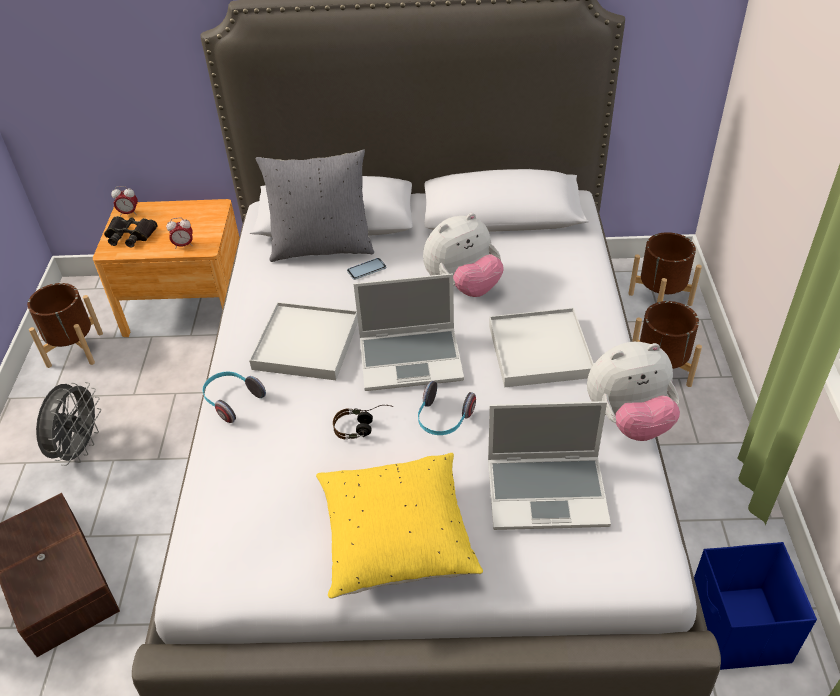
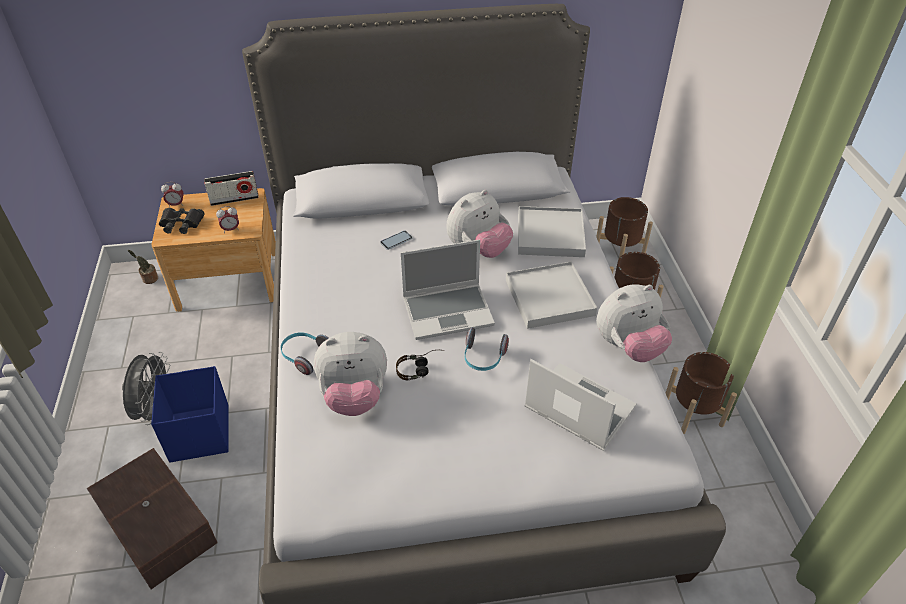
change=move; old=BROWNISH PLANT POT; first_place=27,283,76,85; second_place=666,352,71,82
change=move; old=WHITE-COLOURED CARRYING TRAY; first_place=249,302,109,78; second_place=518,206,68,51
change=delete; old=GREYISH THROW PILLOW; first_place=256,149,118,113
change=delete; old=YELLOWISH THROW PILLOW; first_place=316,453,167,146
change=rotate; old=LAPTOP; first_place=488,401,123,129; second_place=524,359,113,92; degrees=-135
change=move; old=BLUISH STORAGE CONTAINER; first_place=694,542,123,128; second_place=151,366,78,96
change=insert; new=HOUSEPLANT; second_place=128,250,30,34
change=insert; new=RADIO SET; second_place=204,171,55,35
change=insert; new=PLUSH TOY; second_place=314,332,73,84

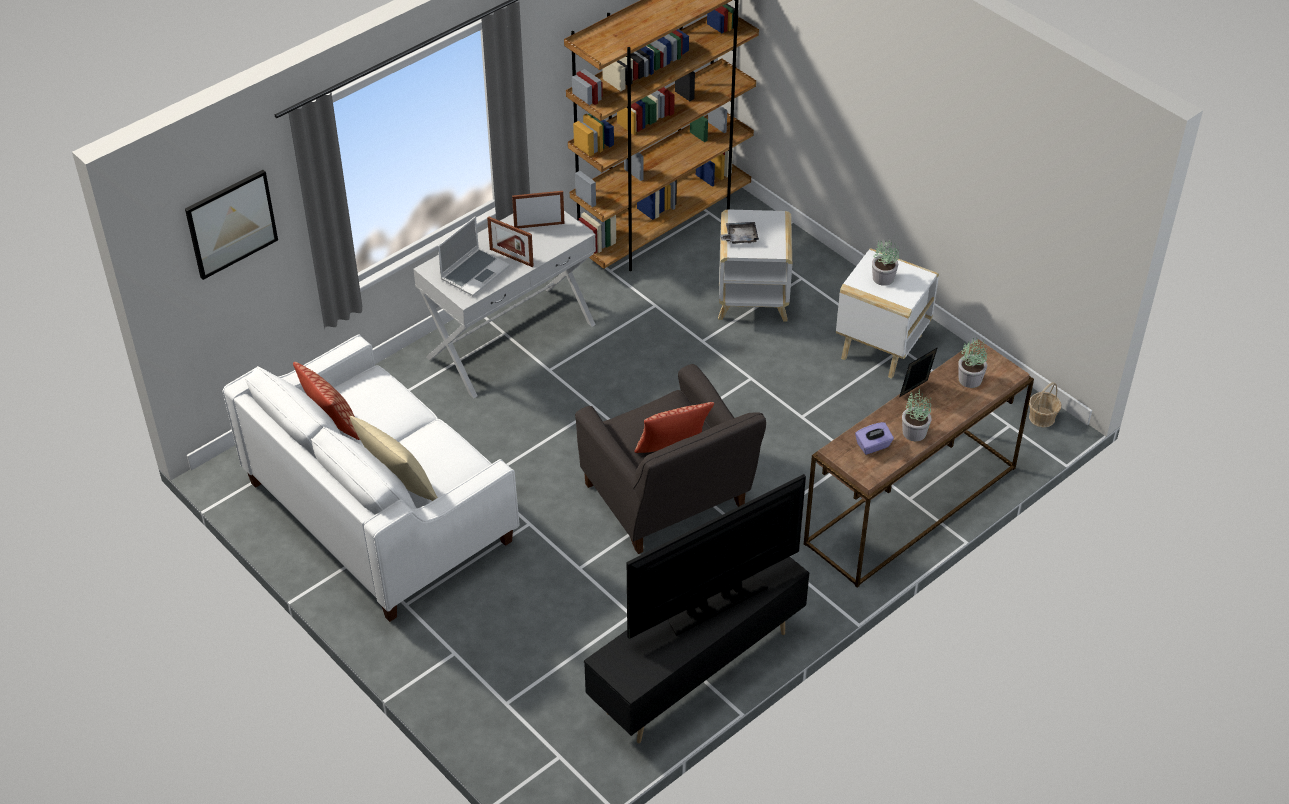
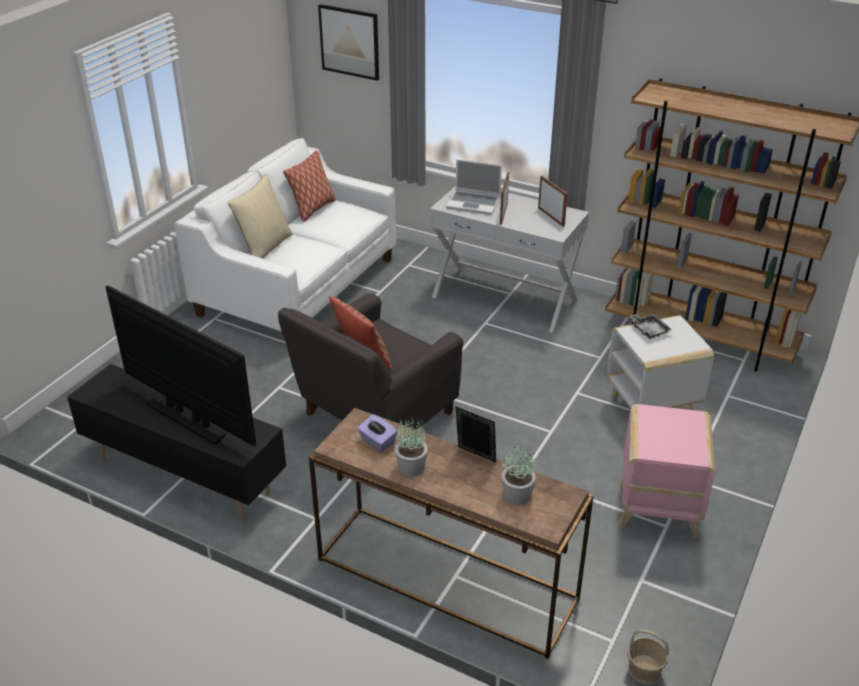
change=recolor; old=WHITE-COLOURED SIDE TABLE; new=PINKISH SIDE TABLE; first_place=836,248,103,131; second_place=618,404,97,134
change=delete; old=HOUSEPLANT; first_place=872,239,27,47

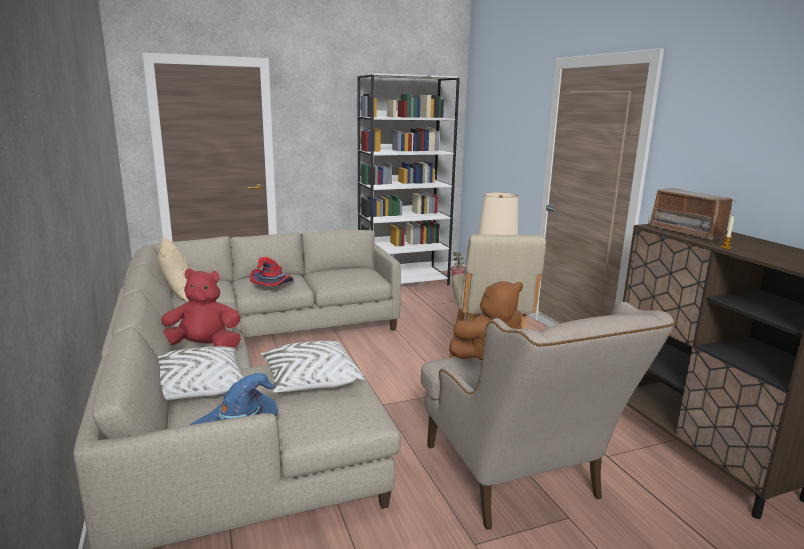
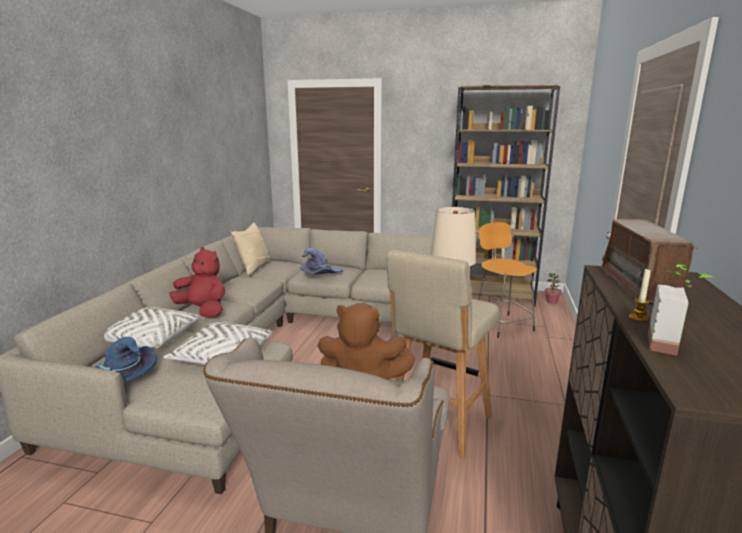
change=recolor; old=RED CLOTHING HAT; new=PURPLISH CLOTHING HAT; first_place=250,257,43,29; second_place=301,248,42,26
change=recolor; old=WHITE-COLOURED BOOKSHELF; new=BROWNISH BOOKSHELF; first_place=357,73,103,212; second_place=452,84,108,223
change=insert; new=ORANGE-COLOURED SITTING STOOL; second_place=478,222,59,116
change=insert; new=HOUSEPLANT; second_place=648,264,66,92

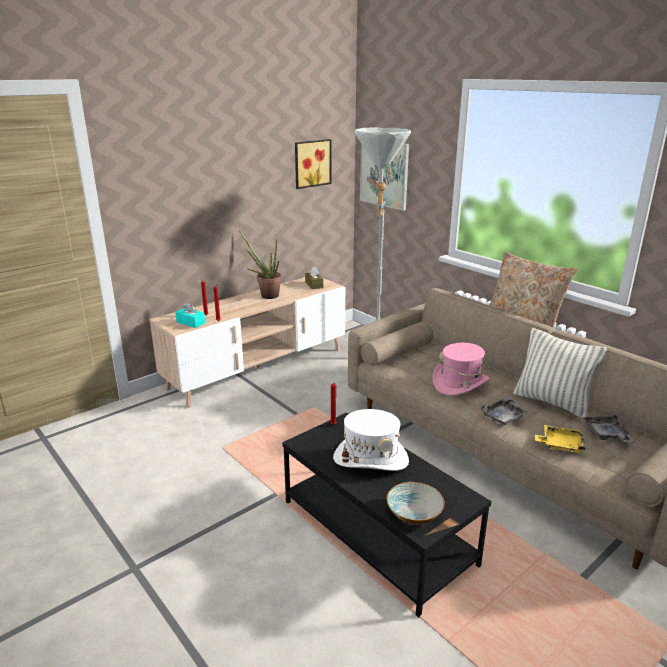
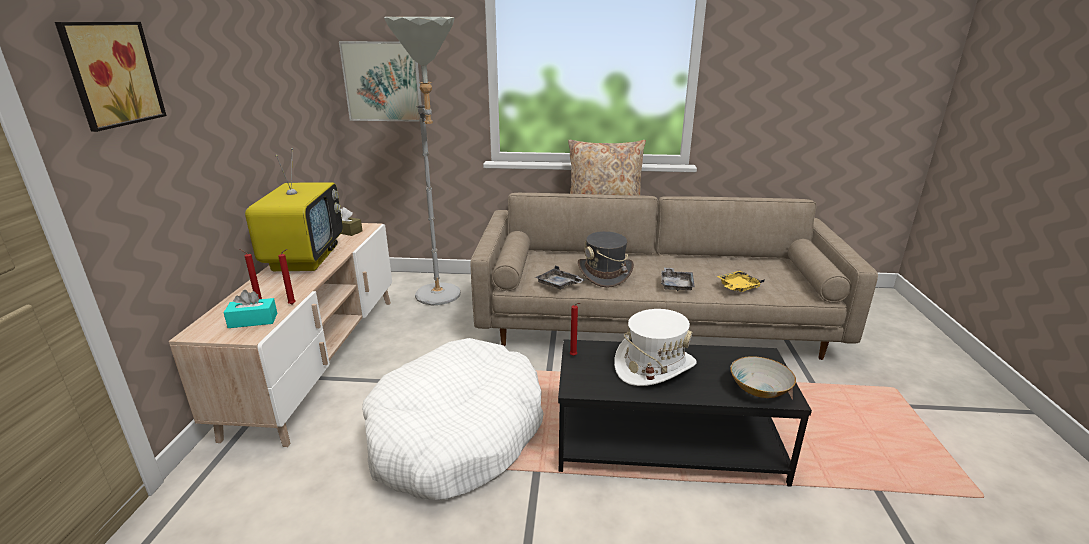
change=replace; old=HOUSEPLANT; new=TV SET; first_place=239,231,43,68; second_place=245,148,98,123
change=move; old=WALL ART; first_place=295,139,36,50; second_place=55,22,112,110
change=recolor; old=PINKISH CLOTHING HAT; new=GREYISH CLOTHING HAT; first_place=433,343,57,52; second_place=578,231,56,57
change=delete; old=THROW PILLOW; first_place=513,328,94,91
change=move; old=GREYISH CARRYING TRAY; first_place=583,414,51,28; second_place=535,266,49,24
change=insert; new=WHITE-COLOURED DOG CUSHION; second_place=362,338,181,163

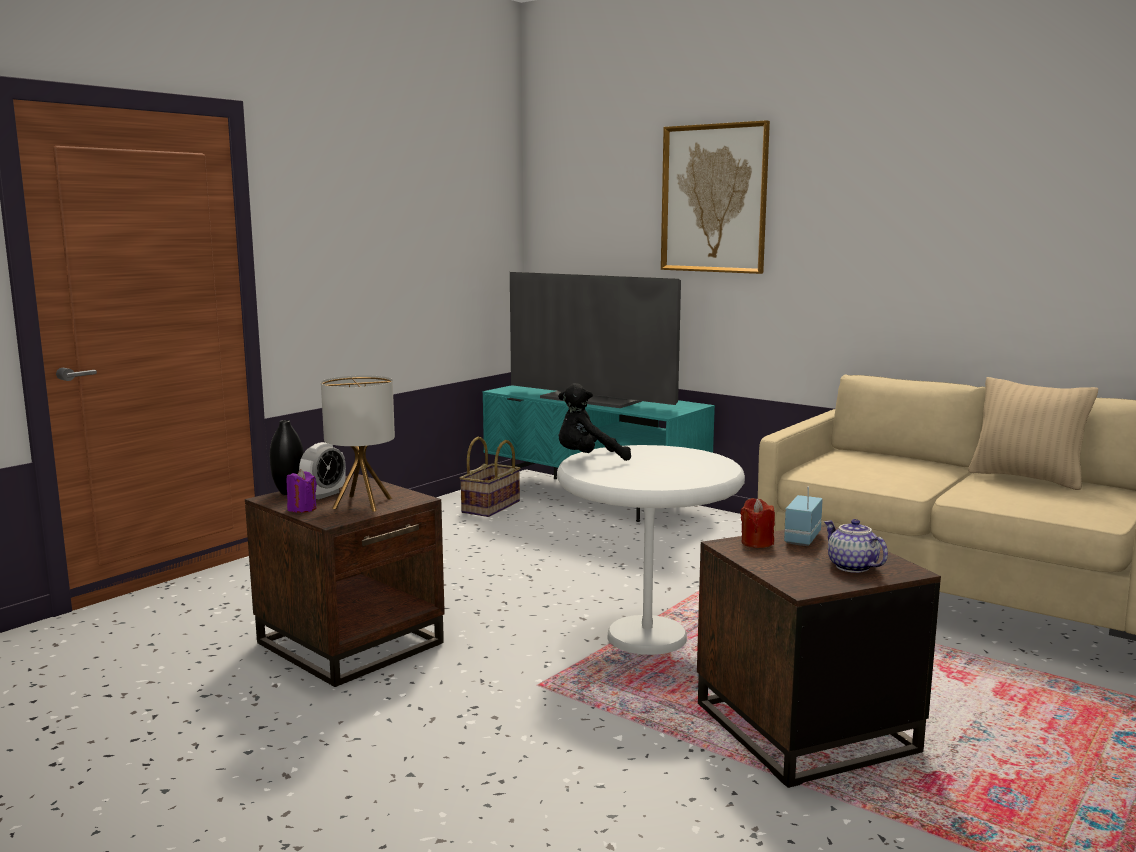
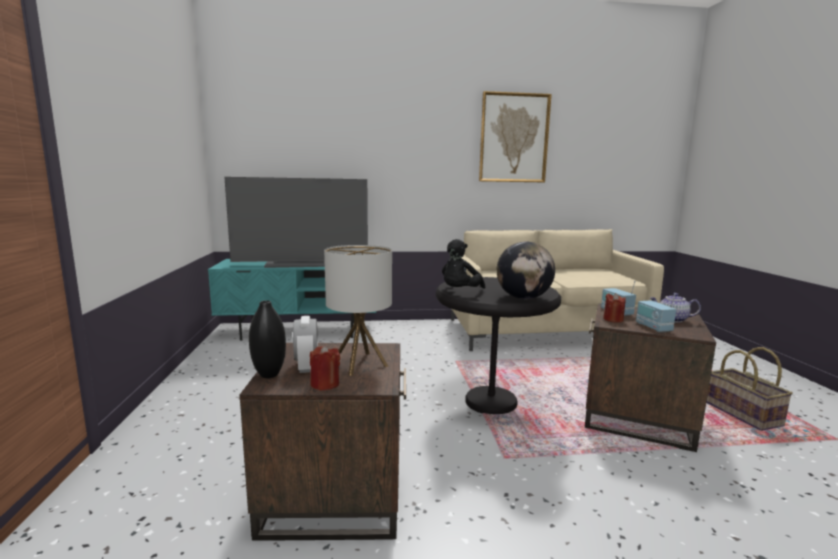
change=recolor; old=PURPLISH WAX CANDLE; new=RED WAX CANDLE; first_place=287,469,30,44; second_place=310,345,30,46
change=move; old=HOUSEHOLD BASKET; first_place=460,437,60,80; second_place=706,347,87,84
change=recolor; old=WHITE-COLOURED SIDE TABLE; new=BLACK-COLOURED SIDE TABLE; first_place=557,445,188,210; second_place=436,277,125,137
change=move; old=WALL ART; first_place=661,120,109,154; second_place=479,91,73,91
change=delete; old=BEIGE THROW PILLOW; first_place=968,377,130,113
change=insert; new=WORLD GLOBE; second_place=496,242,59,57
change=insert; new=RADIO SET; second_place=636,293,40,40

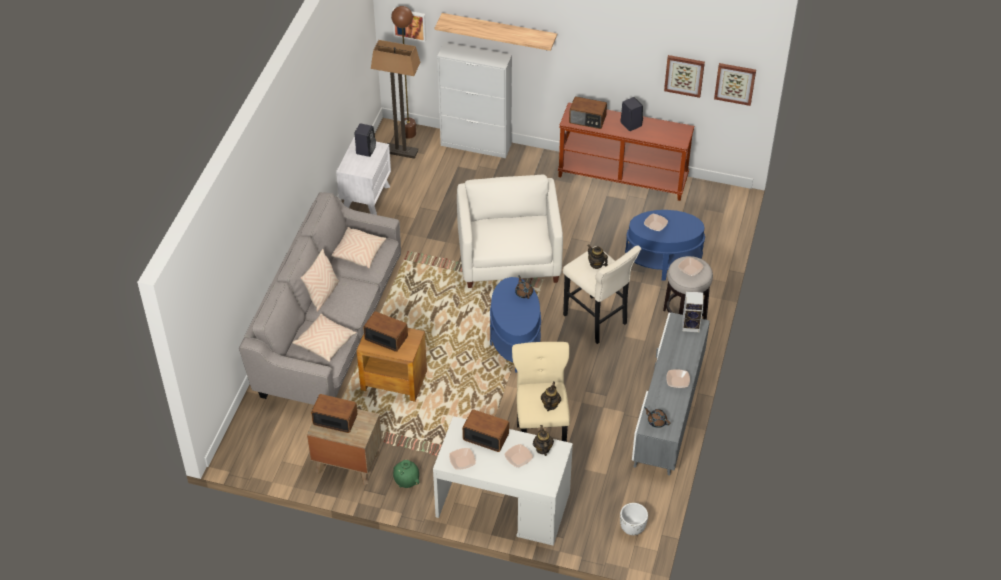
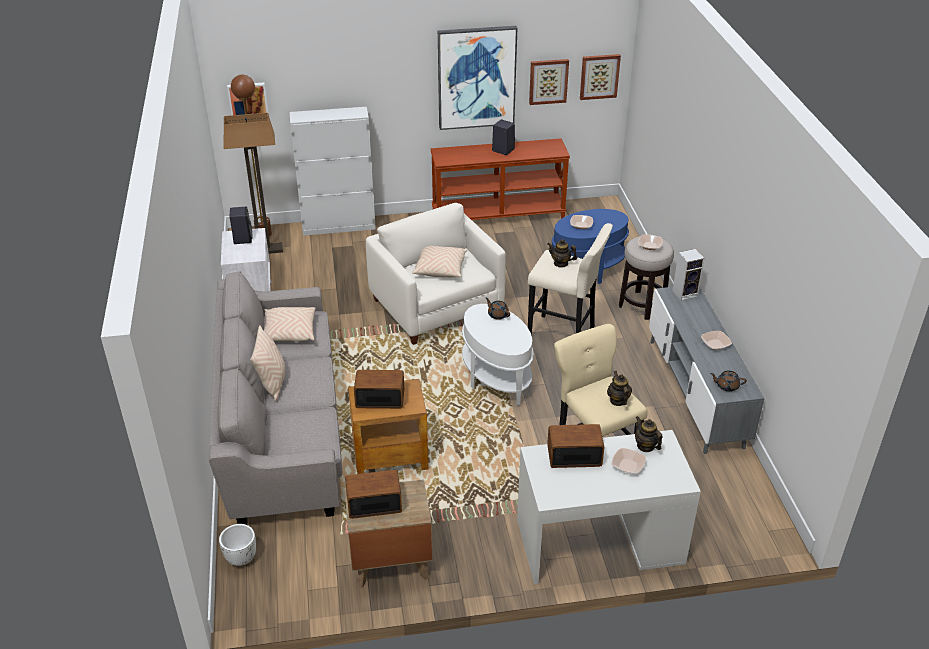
change=move; old=BEIGE THROW PILLOW; first_place=292,313,64,49; second_place=412,246,56,31
change=delete; old=GREEN FLOWER VASE; first_place=393,460,27,28
change=delete; old=SHELF; first_place=435,13,122,38
change=delete; old=BOWL; first_place=449,448,27,22
change=recolor; old=BLUISH SIDE TABLE; new=WHITE-COLOURED SIDE TABLE; first_place=490,277,51,96; second_place=462,304,72,102
change=delete; old=RADIO SET; first_place=569,97,38,32
change=move; old=WHITE-COLOURED PLANT POT; first_place=620,503,28,32; second_place=219,524,37,42
change=insert; new=WALL ART; second_place=438,26,79,104

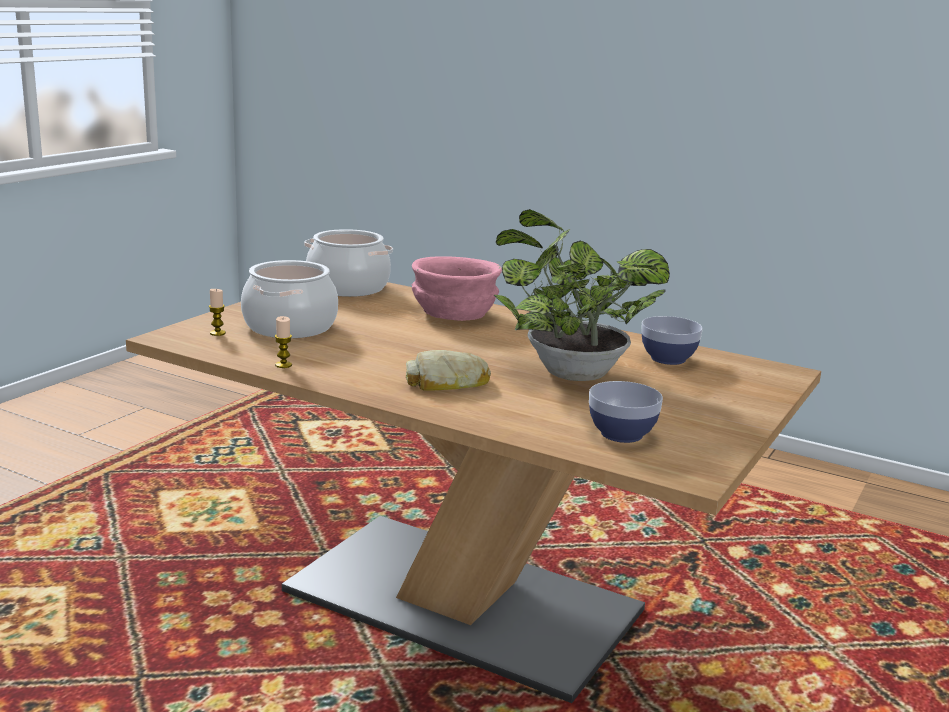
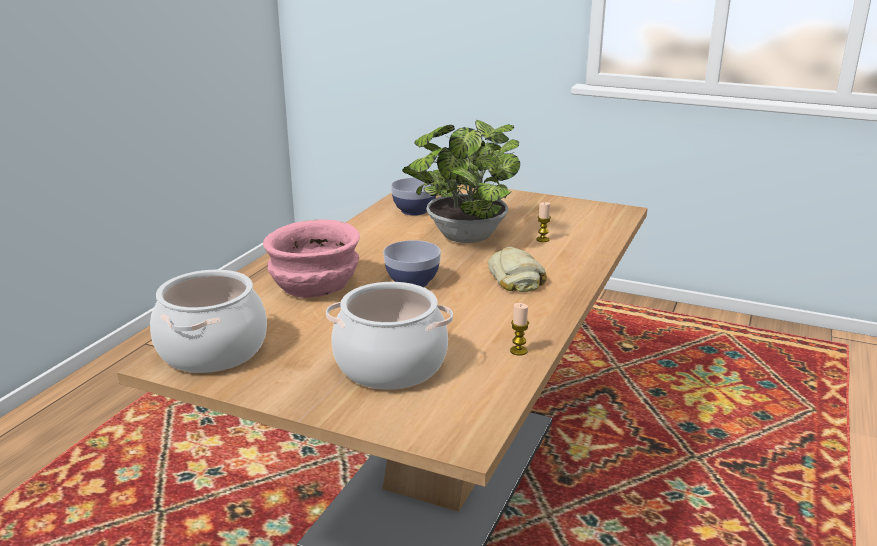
change=move; old=WAX CANDLE; first_place=209,289,17,47; second_place=536,202,15,40
change=move; old=BOWL; first_place=589,381,74,62; second_place=383,240,58,47

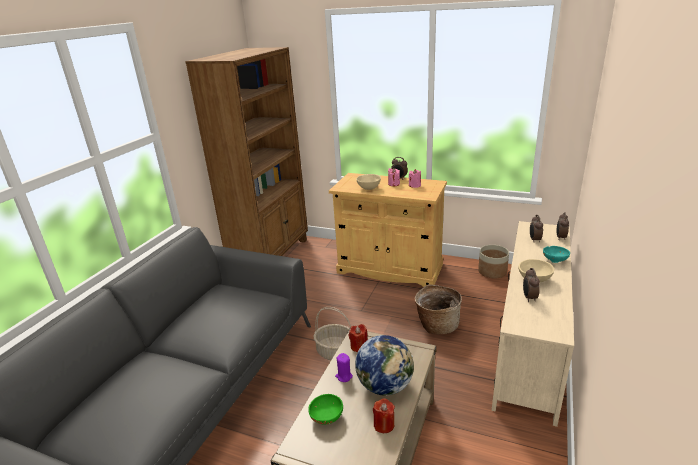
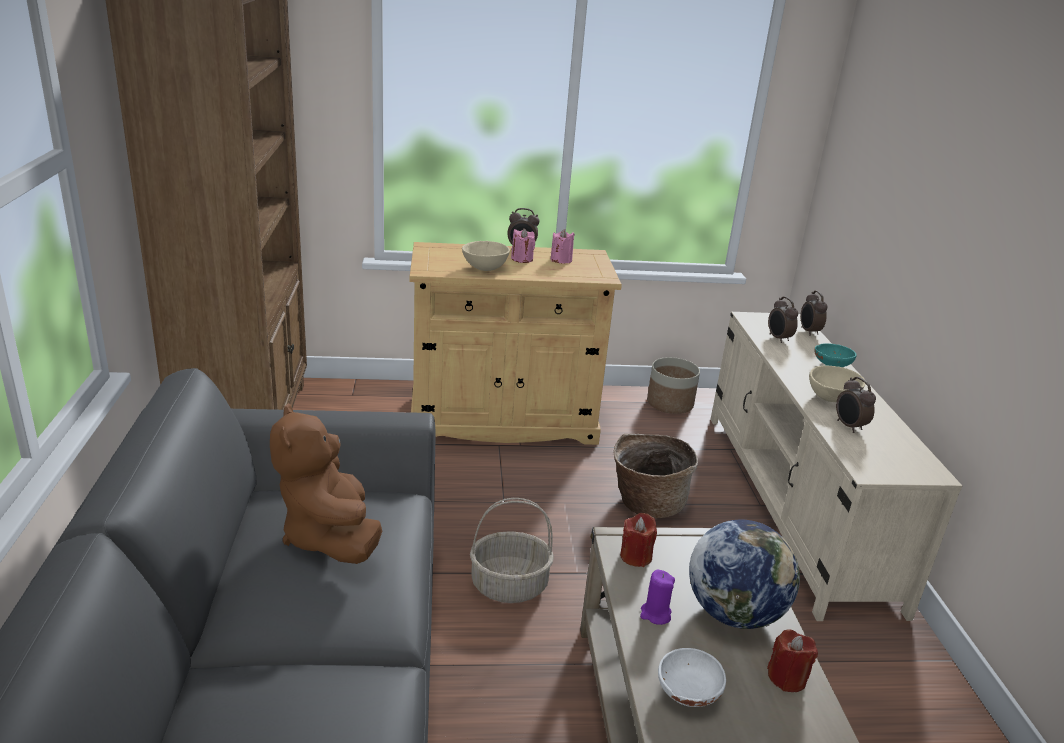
change=recolor; old=GREEN BOWL; new=WHITE-COLOURED BOWL; first_place=308,394,35,30; second_place=658,648,68,59
change=insert; new=BROWNISH PLUSH TOY; second_place=270,403,112,161

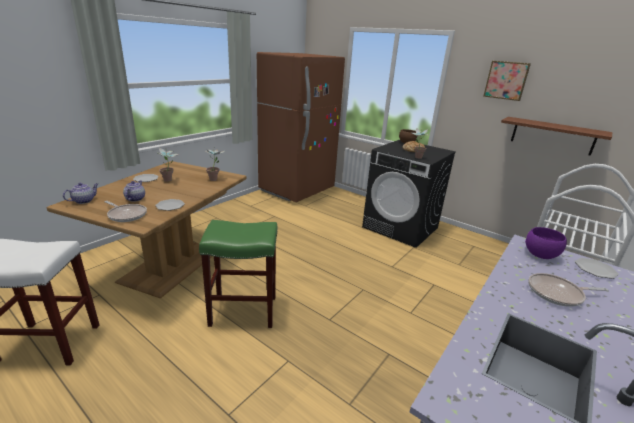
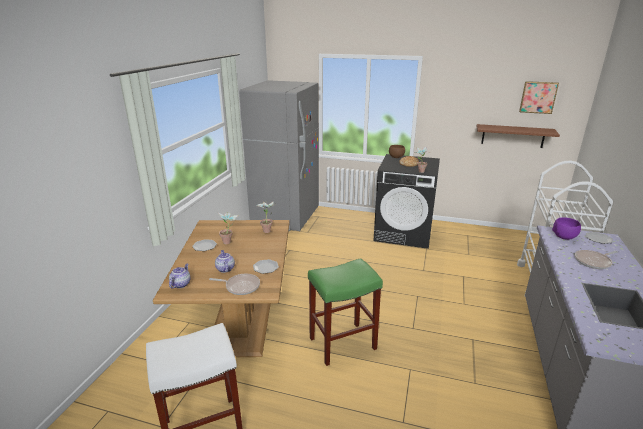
change=recolor; old=BROWNISH FRIDGE; new=GREYISH FRIDGE; first_place=257,52,88,150; second_place=239,80,80,151
change=move; old=WALL ART; first_place=483,61,48,40; second_place=519,81,40,33

